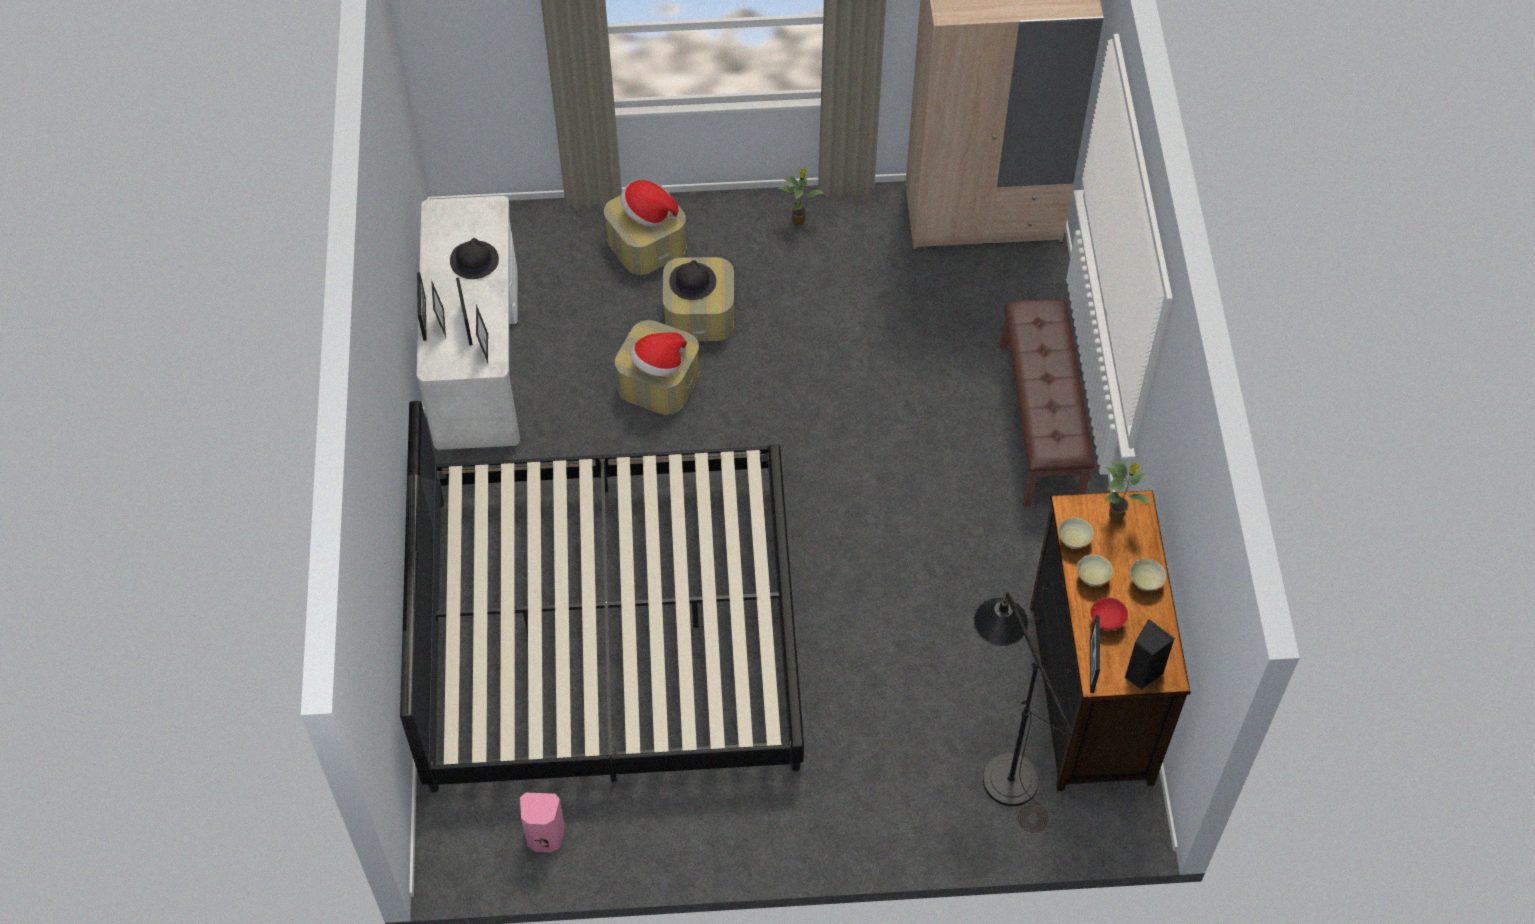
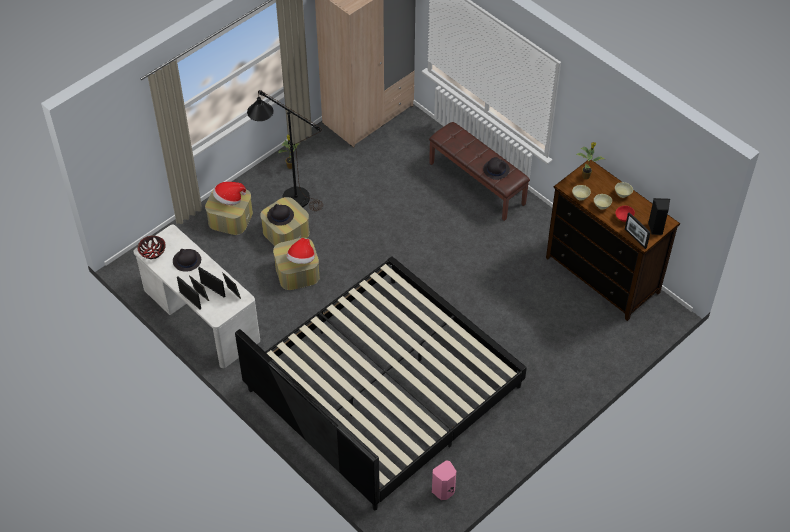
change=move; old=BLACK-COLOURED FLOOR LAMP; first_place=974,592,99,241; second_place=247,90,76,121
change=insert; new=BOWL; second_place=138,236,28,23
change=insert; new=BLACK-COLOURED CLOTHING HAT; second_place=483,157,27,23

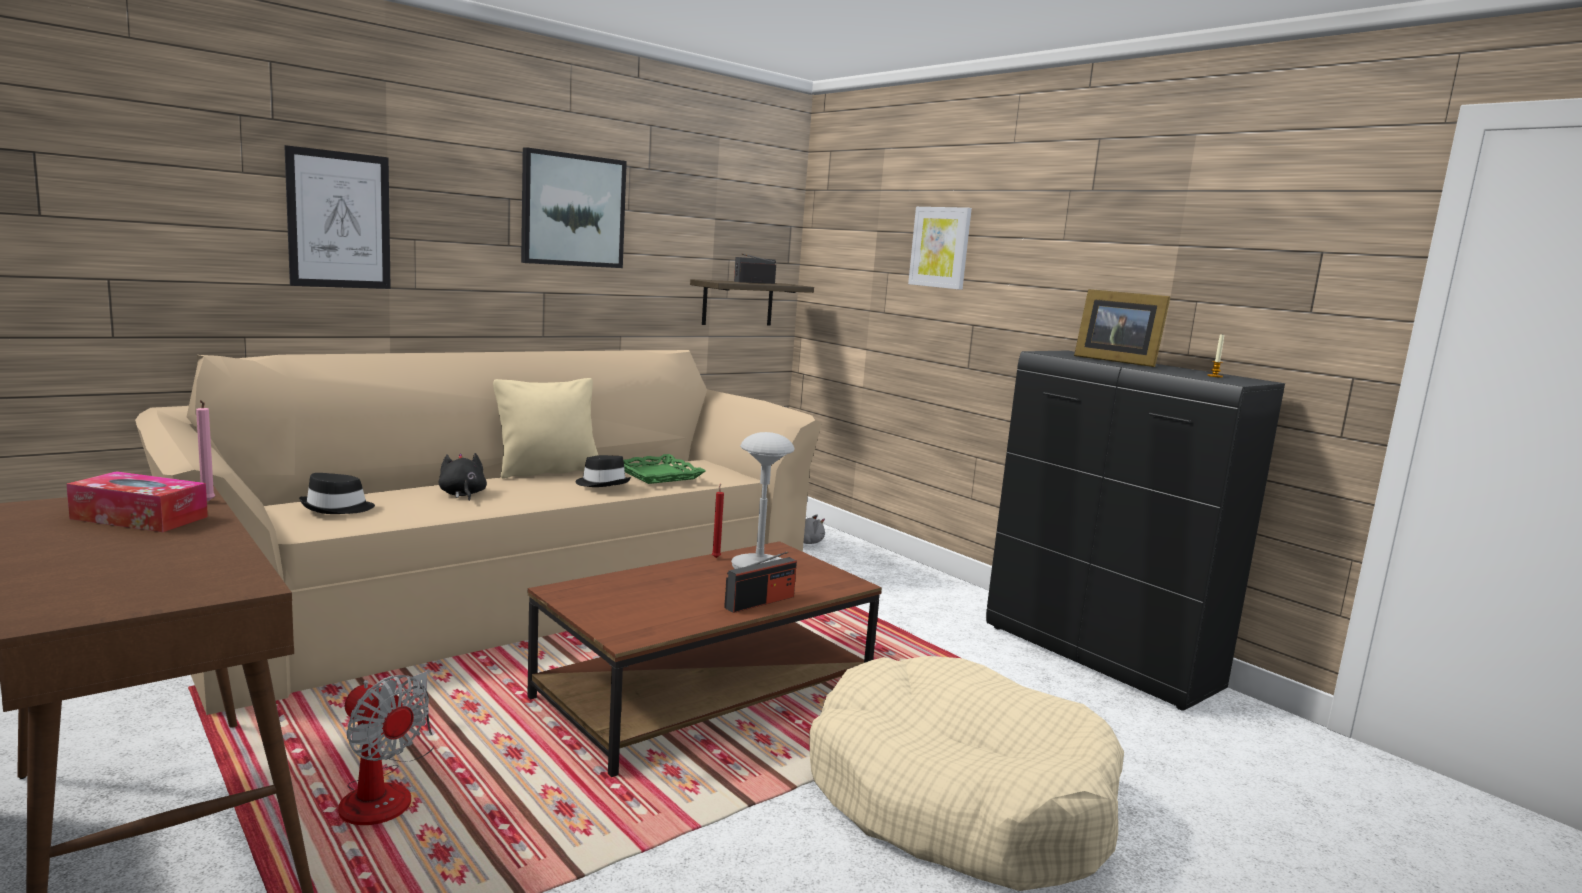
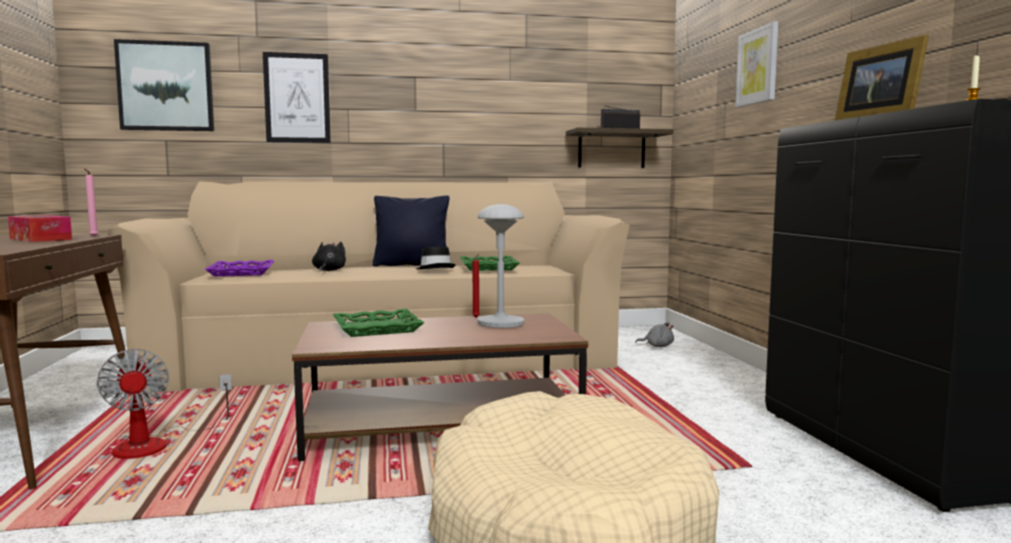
change=replace; old=BLACK-COLOURED CLOTHING HAT; new=PURPLISH CARRYING TRAY; first_place=299,473,76,41; second_place=205,260,69,17
change=recolor; old=BEIGE THROW PILLOW; new=BLACK-COLOURED THROW PILLOW; first_place=493,378,105,101; second_place=373,195,76,71
change=move; old=WALL ART; first_place=521,147,106,121; second_place=114,39,100,92
change=delete; old=RADIO SET; first_place=724,551,73,62
change=insert; new=GREEN CARRYING TRAY; second_place=333,309,92,28

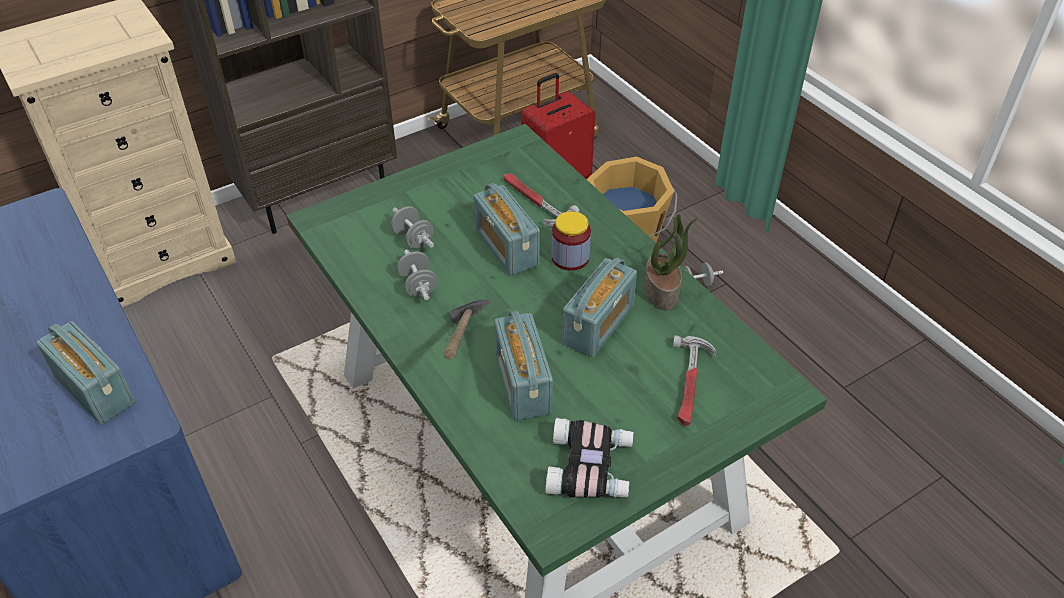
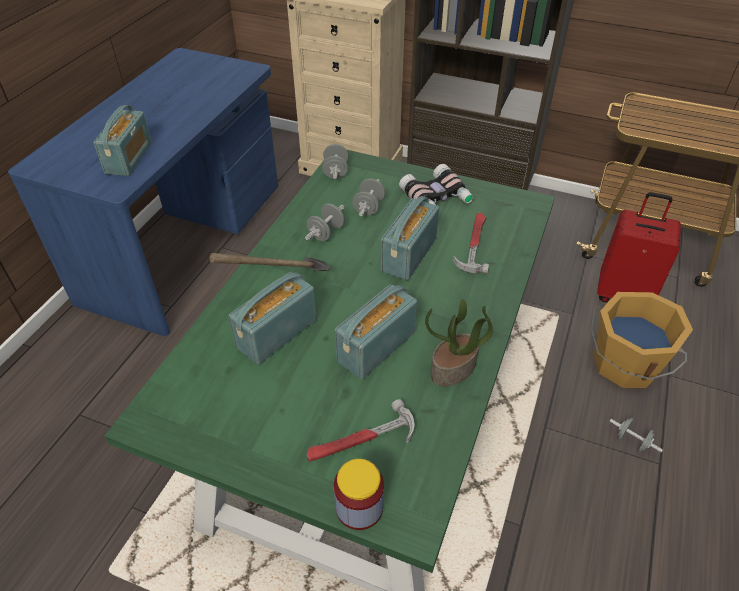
change=move; old=PAIR OF BINOCULARS; first_place=545,418,89,80; second_place=399,164,74,41
change=move; old=PRESERVE JAR; first_place=552,211,39,60; second_place=334,459,50,71
change=rotate; old=RADIO SET; first_place=562,258,75,100; second_place=335,284,82,95; degrees=135
change=insert; new=GREYISH DUMBBELL; second_place=322,144,26,35

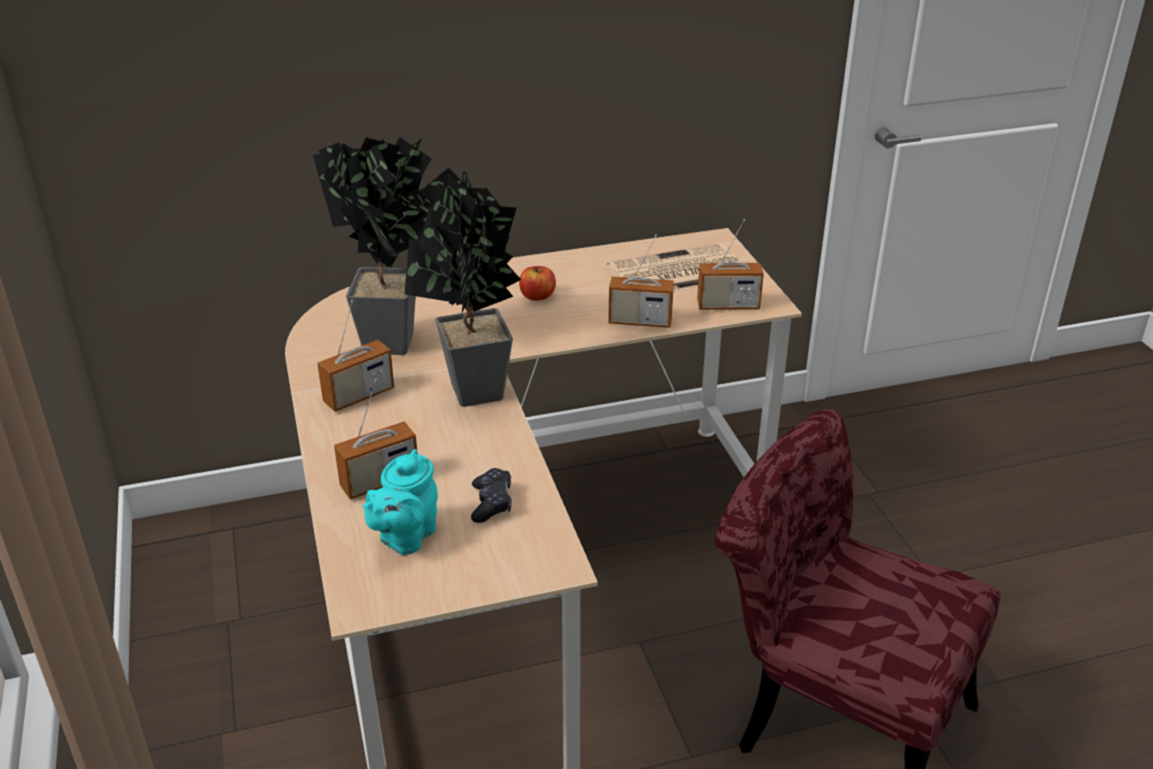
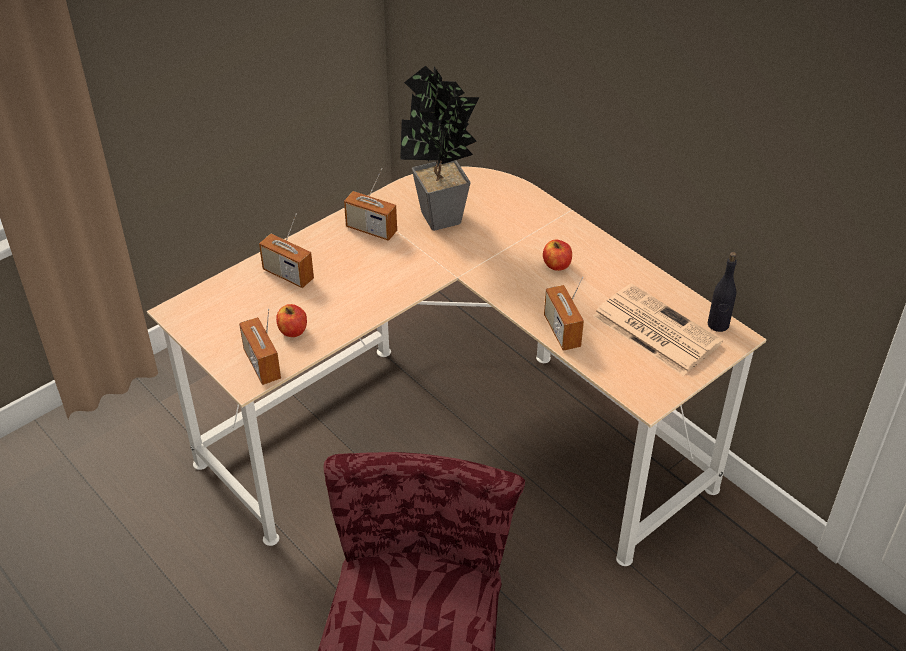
change=delete; old=TURQUOISE TEAPOT; first_place=363,449,75,106
change=delete; old=HOUSEPLANT; first_place=404,168,117,239
change=replace; old=BLACK-COLOURED GAME CONTROLLER; new=WHOLE APPLE; first_place=471,468,41,55; second_place=276,304,31,33
change=move; old=RADIO SET; first_place=697,219,67,91; second_place=239,309,42,76
change=insert; new=BLACK-COLOURED DRINK BOTTLE; second_place=708,252,29,80

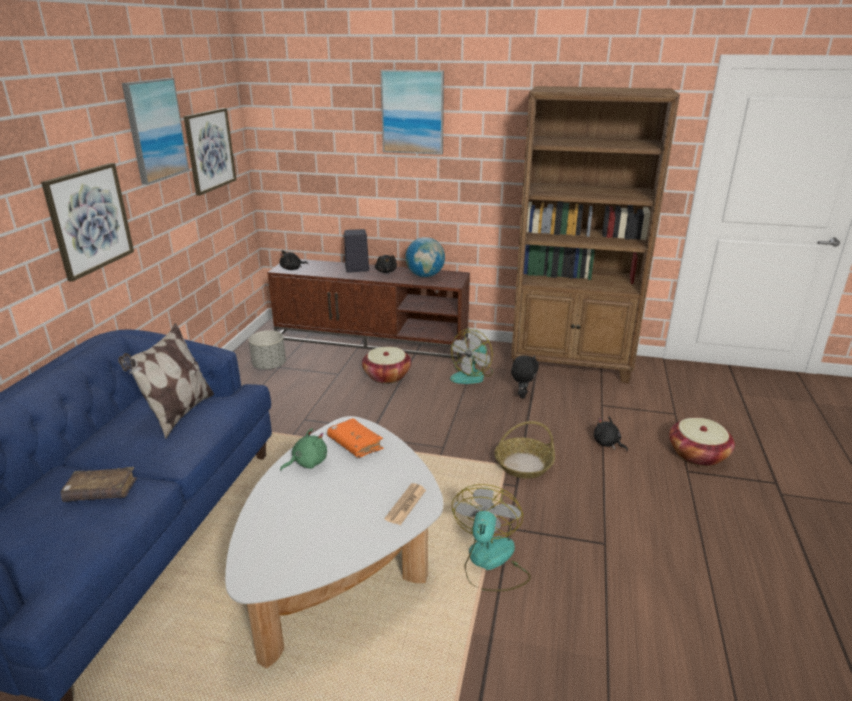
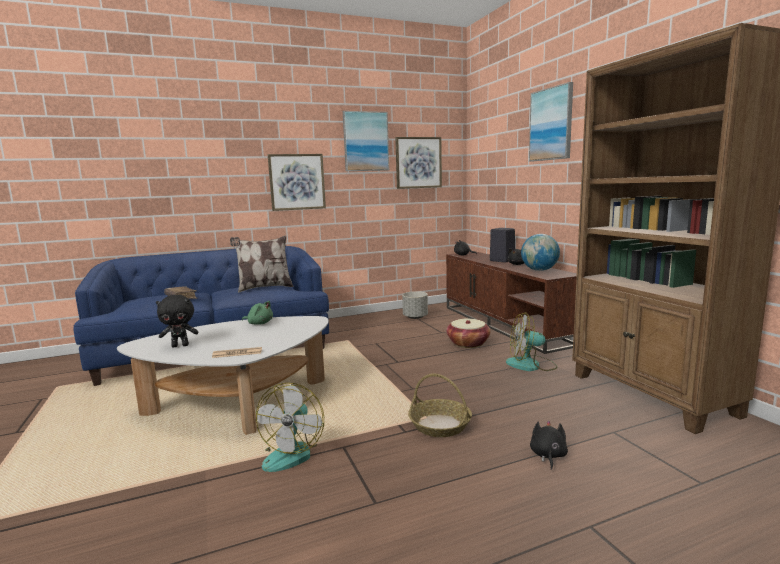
change=delete; old=ORANGE-COLOURED VOLUME; first_place=327,418,56,40
change=rotate; old=COOLING FAN; first_place=451,484,80,107; second_place=256,383,68,89; degrees=120
change=move; old=BLACK-COLOURED PLUSH TOY; first_place=511,355,28,44; second_place=156,295,43,52
change=delete; old=HOUSEHOLD BASKET; first_place=669,418,66,48

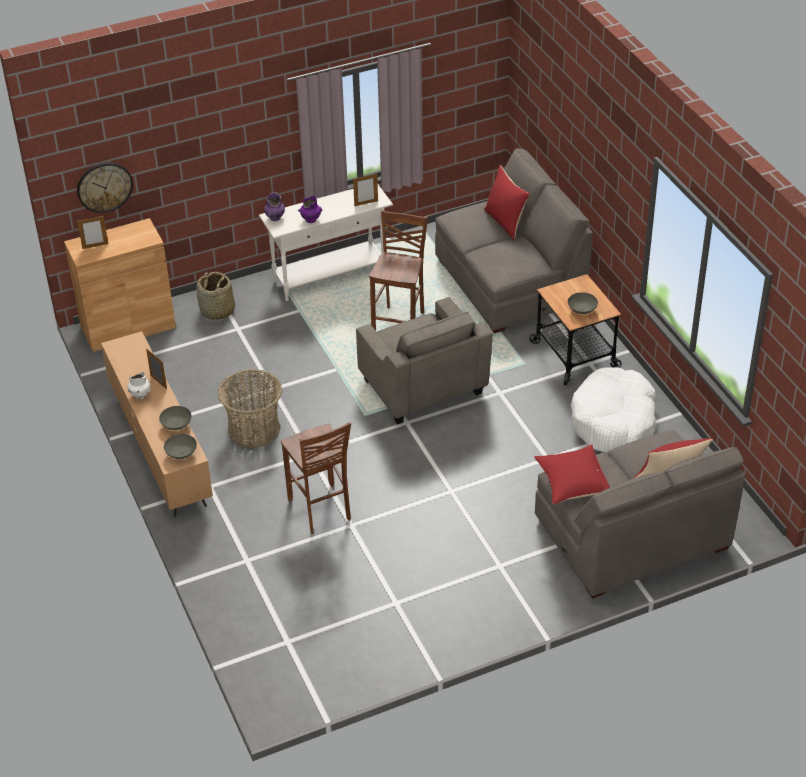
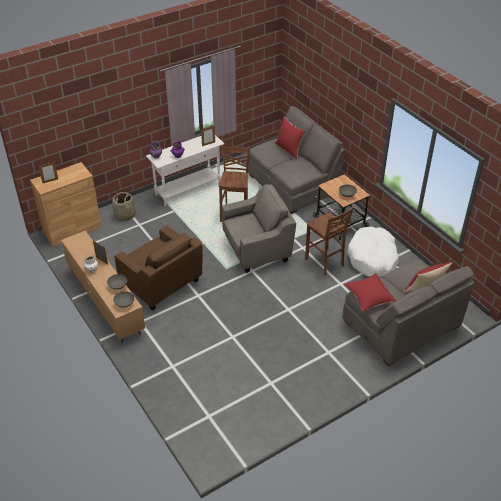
change=delete; old=WALL CLOCK; first_place=77,162,56,51
change=replace; old=HOUSEHOLD BASKET; new=BROWNISH LOUNGE CHAIR; first_place=218,369,64,79; second_place=115,226,88,85
change=move; old=BROWNISH SITTING STOOL; first_place=281,422,70,112; second_place=305,207,49,68
change=rotate; old=GREYISH LOUNGE CHAIR; first_place=356,297,137,127; second_place=222,184,74,89; degrees=-75

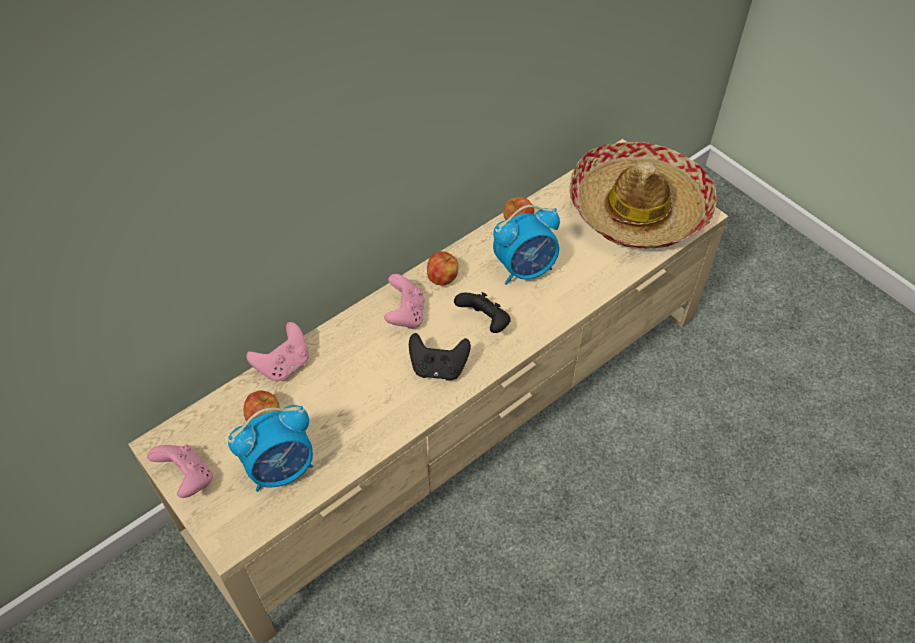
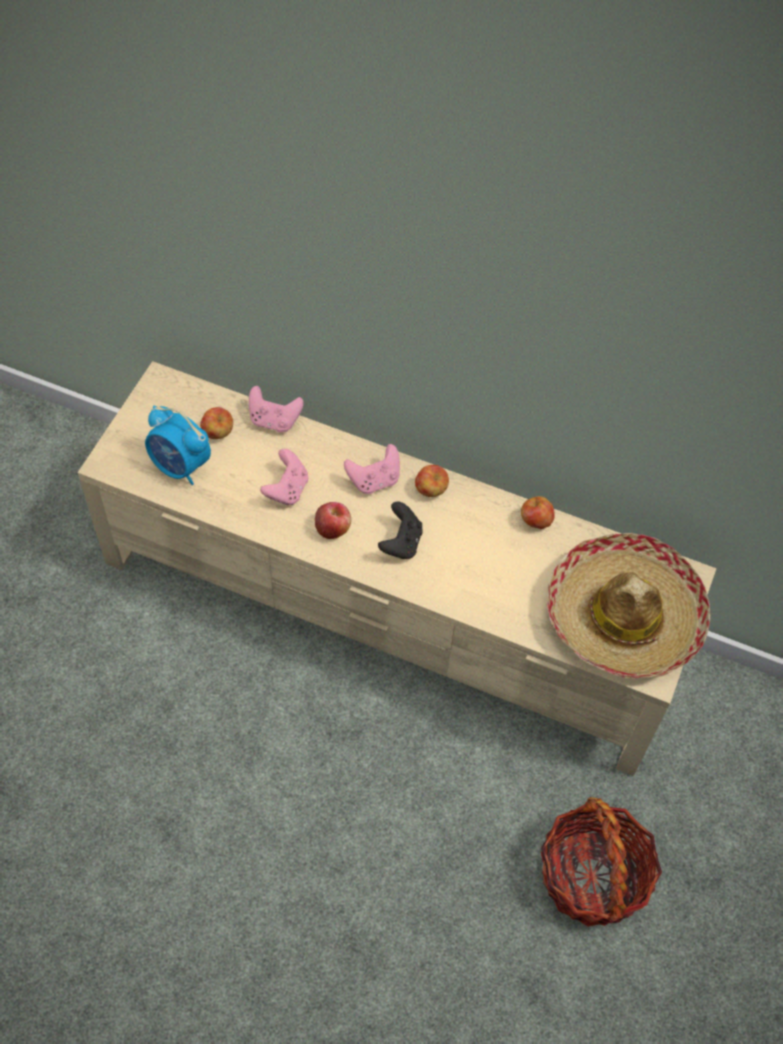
change=move; old=PINKISH GAME CONTROLLER; first_place=147,444,66,54; second_place=260,449,48,56
change=replace; old=BLACK-COLOURED GAME CONTROLLER; new=WHOLE APPLE; first_place=409,333,62,48; second_place=315,502,36,37
change=delete; old=BEDSIDE CLOCK; first_place=493,205,67,80
change=insert; new=HOUSEHOLD BASKET; second_place=541,797,121,130

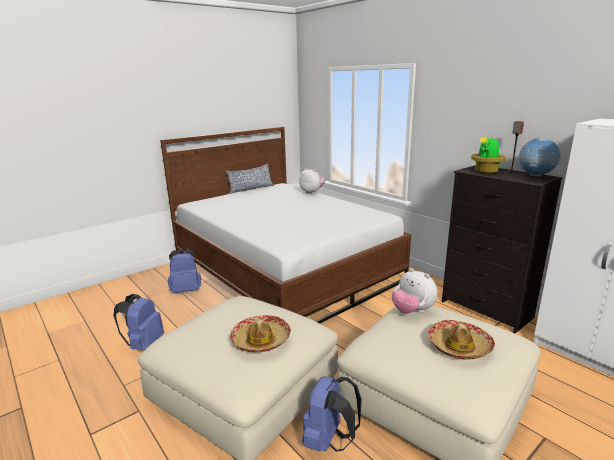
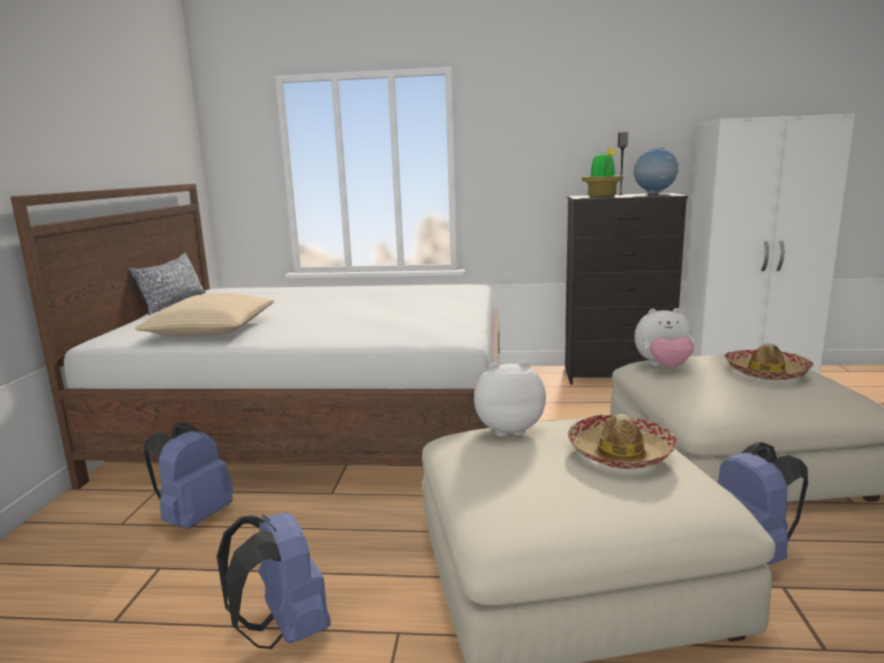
change=move; old=PLUSH TOY; first_place=299,168,26,26; second_place=474,361,72,76
change=insert; new=BEIGE THROW PILLOW; second_place=135,293,139,43

